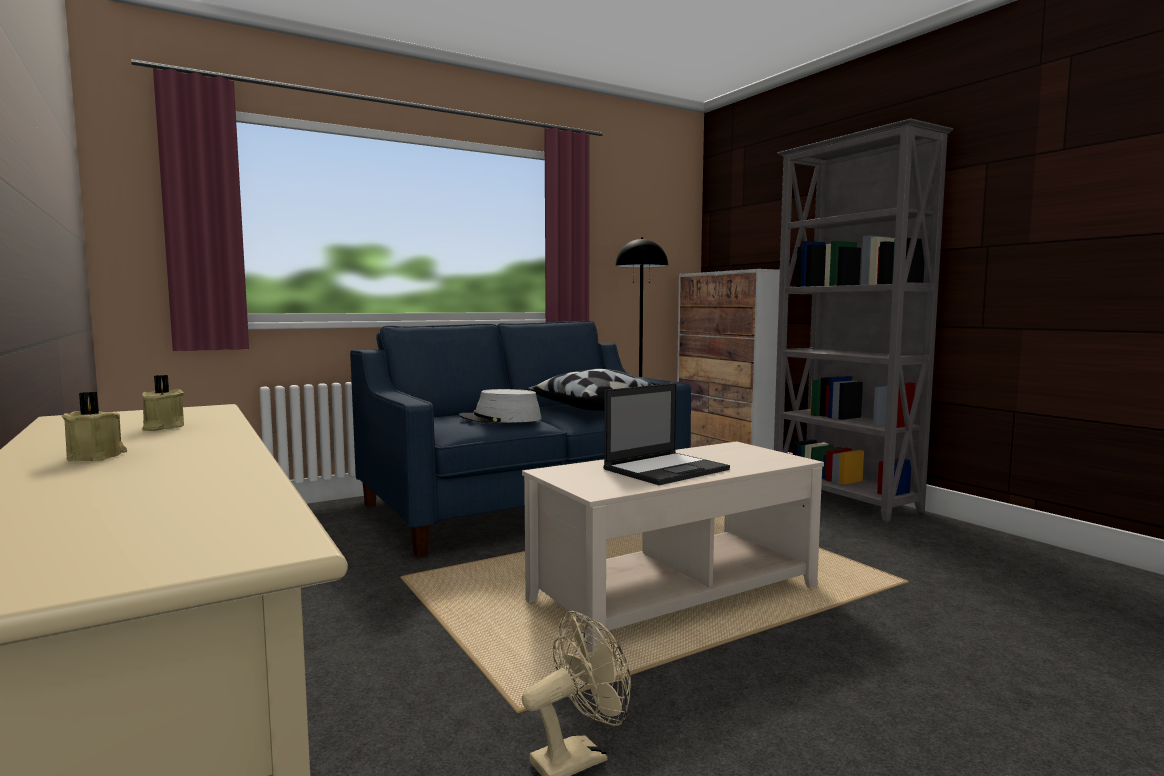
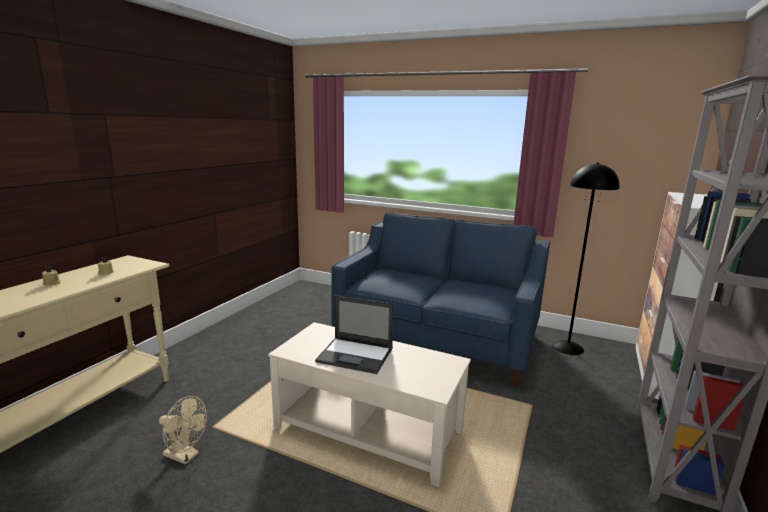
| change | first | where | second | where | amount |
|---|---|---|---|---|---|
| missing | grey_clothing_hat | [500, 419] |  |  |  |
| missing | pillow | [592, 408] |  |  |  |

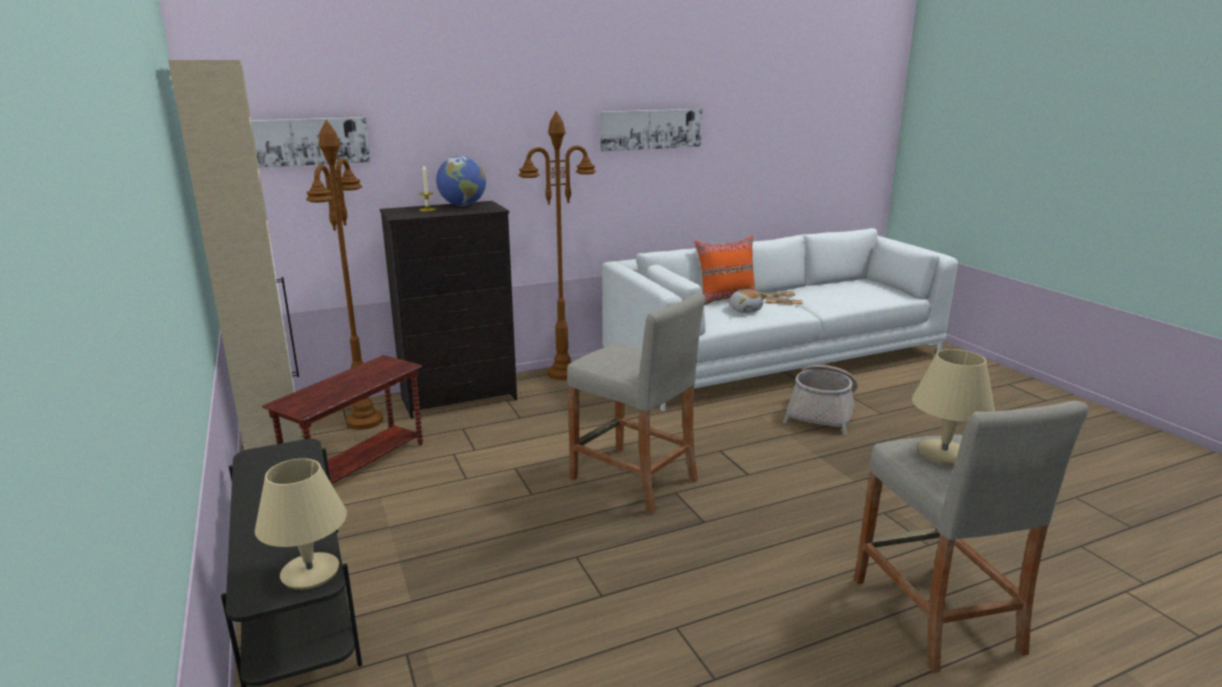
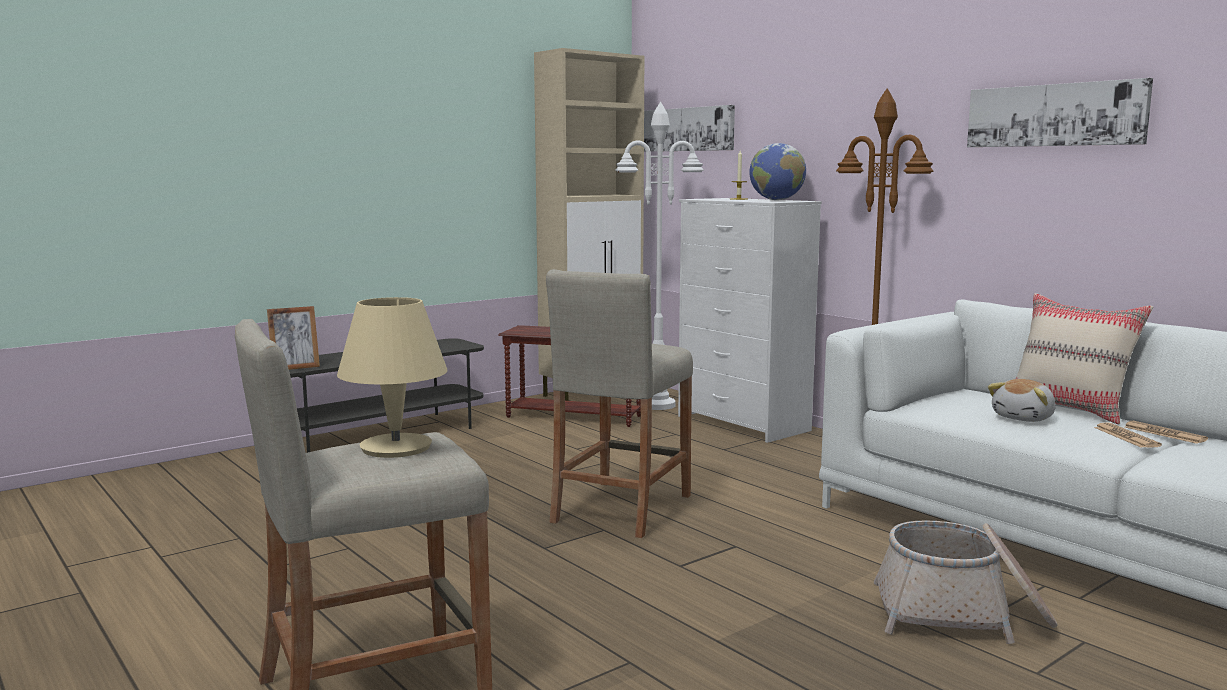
| change | first | where | second | where | amount |
|---|---|---|---|---|---|
| exchanged | beige-coloured_table_lamp | [310, 572] | photo_frame | [295, 368] |  |
| colour | brownish_standard_lamp | [365, 421] | whitish_standard_lamp | [657, 405] |  |
| colour | black-coloured_chest_of_drawers | [460, 398] | whitish_chest_of_drawers | [743, 424] |  |
| colour | orange-coloured_pillow | [726, 299] | beige-coloured_pillow | [1069, 409] |  |

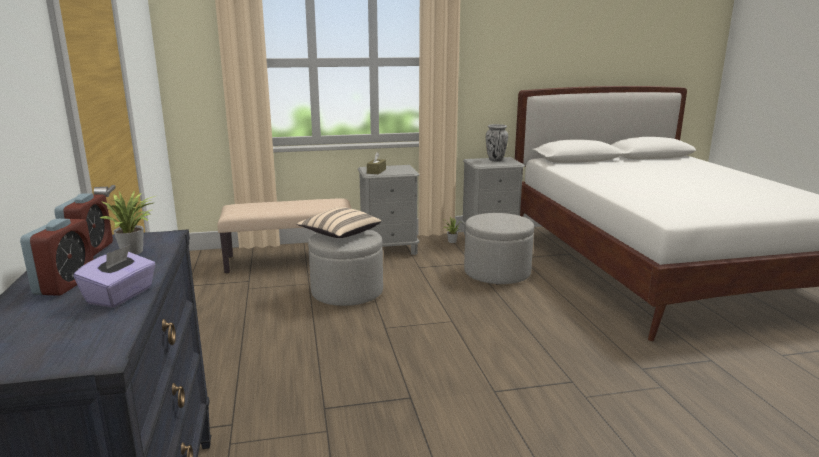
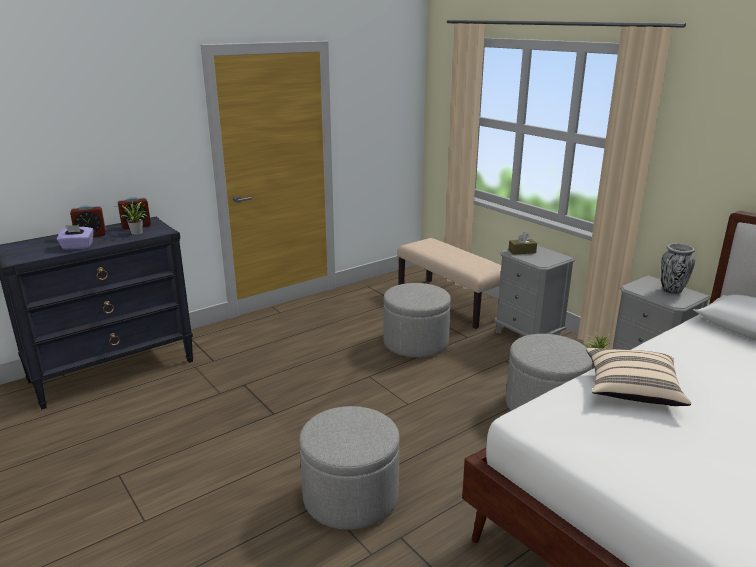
| change | first | where | second | where | amount |
|---|---|---|---|---|---|
| appeared |  |  | grey_ottoman | [350, 496] |  |
| relocated | beige-coloured_pillow | [339, 234] |  | [631, 390] |  |

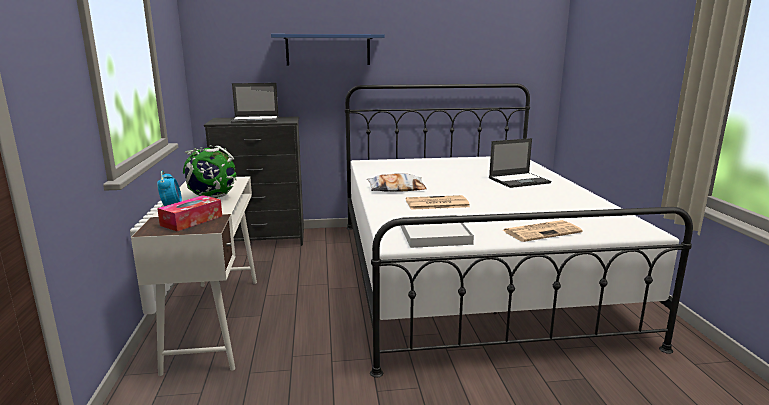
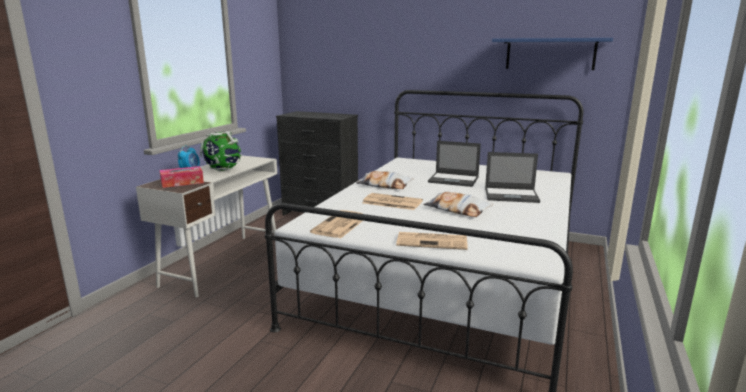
| change | first | where | second | where | amount |
|---|---|---|---|---|---|
| appeared |  |  | pillow | [457, 209] |  |
| relocated | laptop | [256, 120] |  | [454, 180] |  |
| relocated | blue_bracket_shelf | [328, 50] |  | [550, 54] |  |
| exchanged | whitish_carrying_tray | [435, 234] | newspaper | [339, 225] |  |

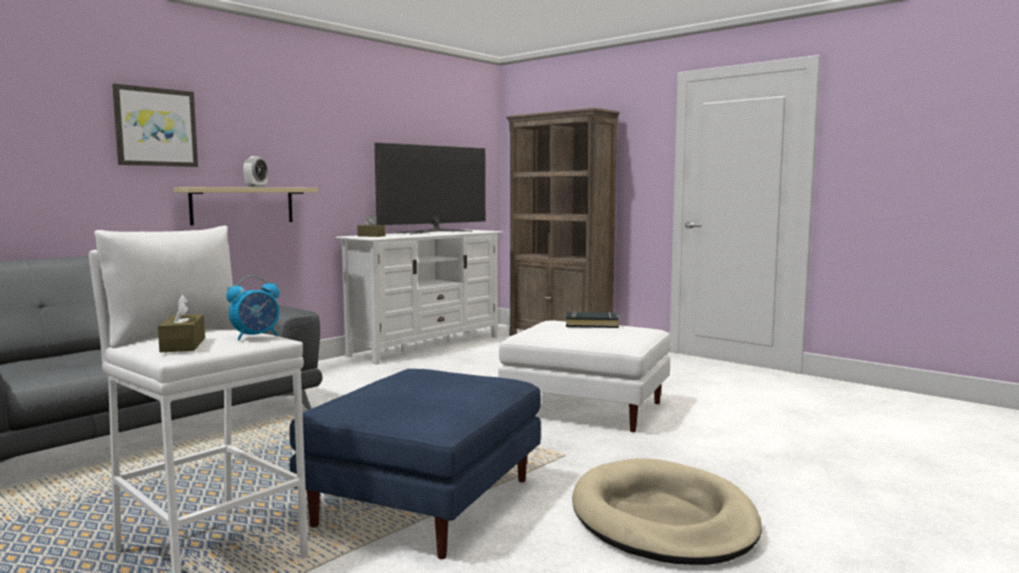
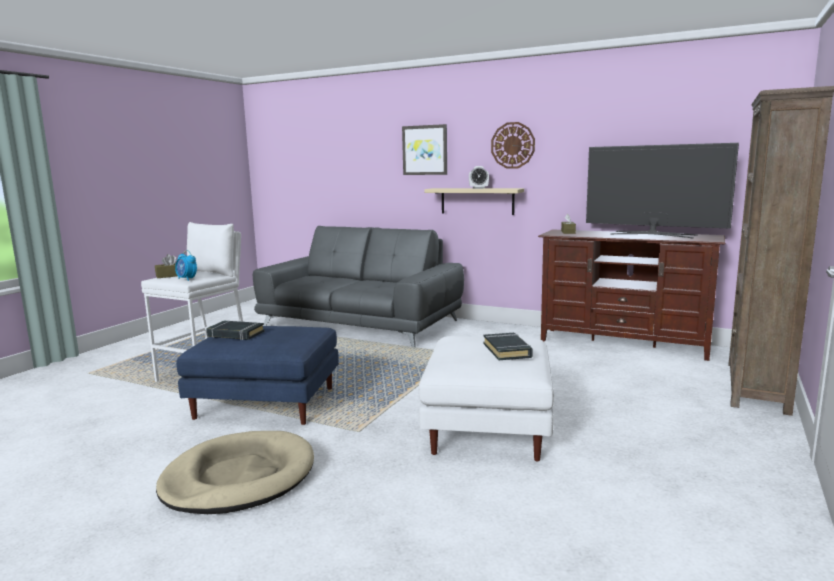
| change | first | where | second | where | amount |
|---|---|---|---|---|---|
| appeared |  |  | black-coloured_book | [235, 334] |  |
| appeared |  |  | wall_clock | [513, 145] |  |
| colour | whitish_media_console | [426, 346] | brownish_media_console | [623, 343] |  |

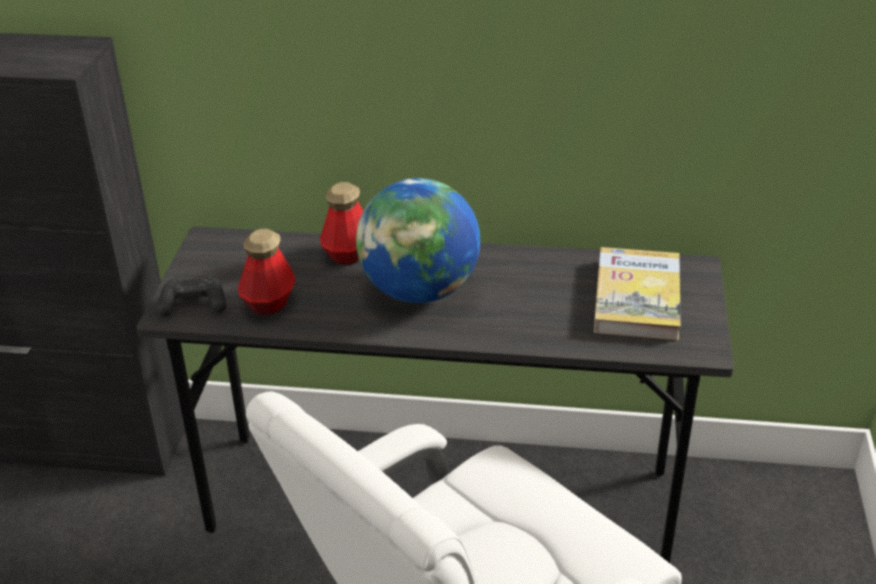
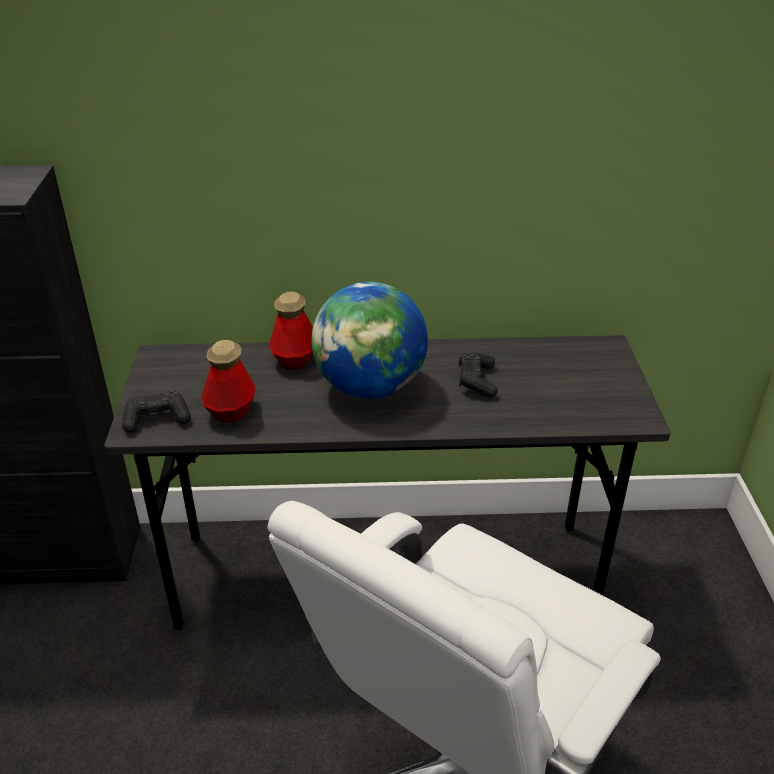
| change | first | where | second | where | amount |
|---|---|---|---|---|---|
| missing | book | [637, 298] |  |  |  |
| appeared |  |  | black-coloured_game_controller | [477, 381] |  |

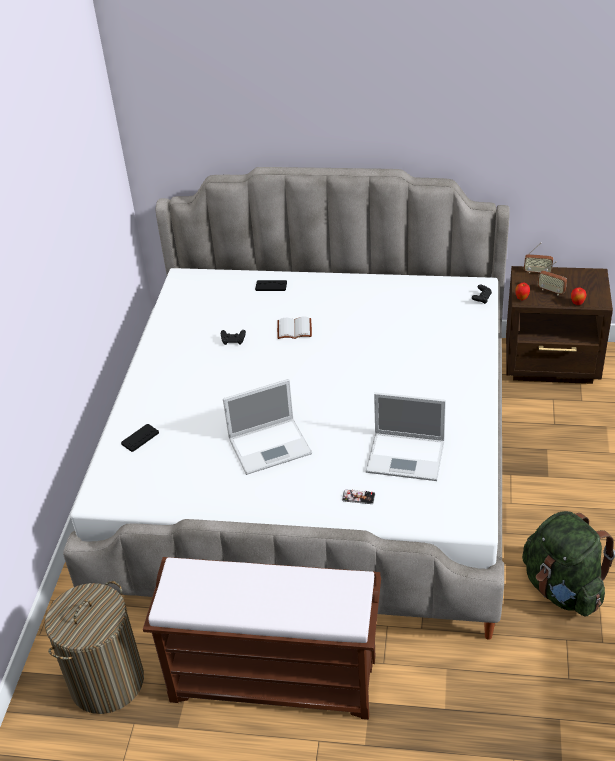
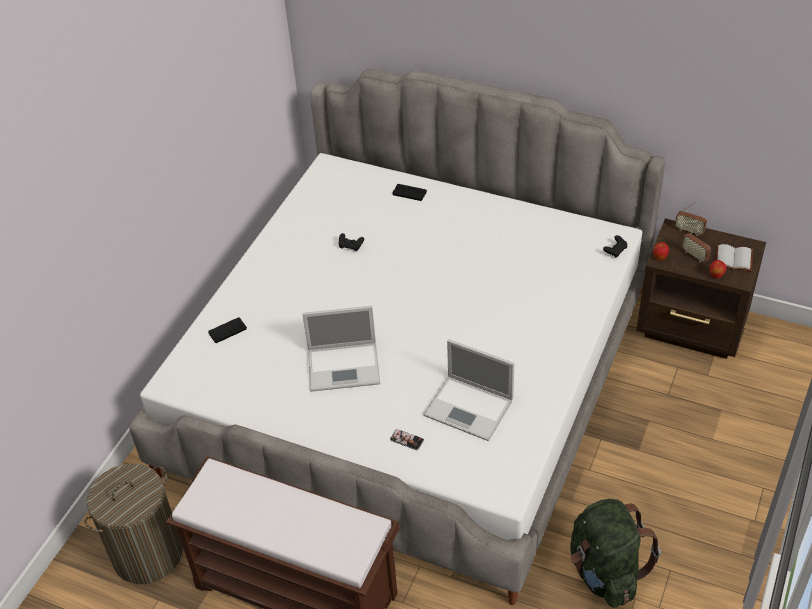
| change | first | where | second | where | amount |
|---|---|---|---|---|---|
| relocated | whitish_book | [293, 330] |  | [732, 260] |  |

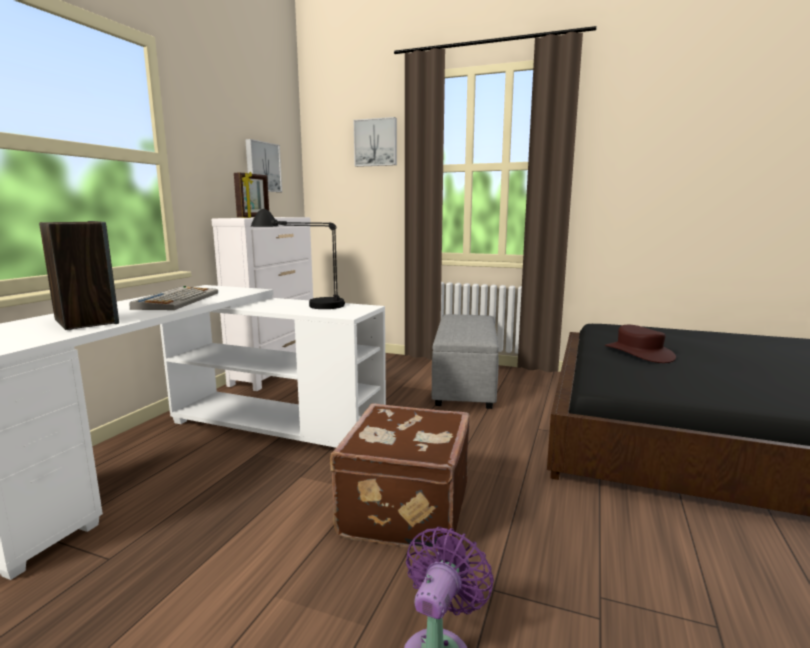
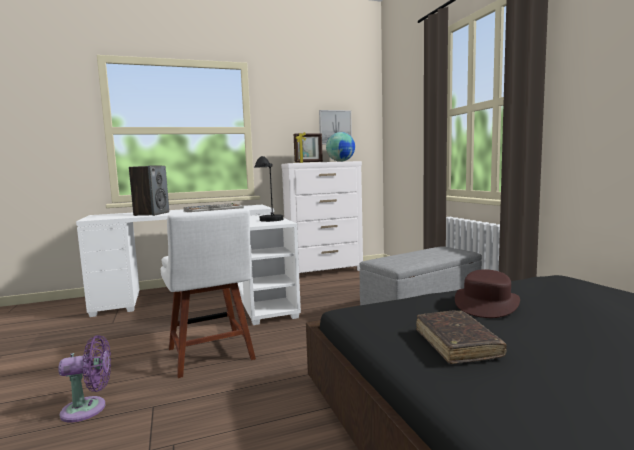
| change | first | where | second | where | amount |
|---|---|---|---|---|---|
| missing | wall_picture | [376, 142] |  |  |  |
| appeared |  |  | desk_globe | [341, 161] |  |
| appeared |  |  | brownish_book | [457, 344] |  |
| exchanged | brownish_suitcase | [402, 509] | whitish_upright_chair | [211, 356] |  |

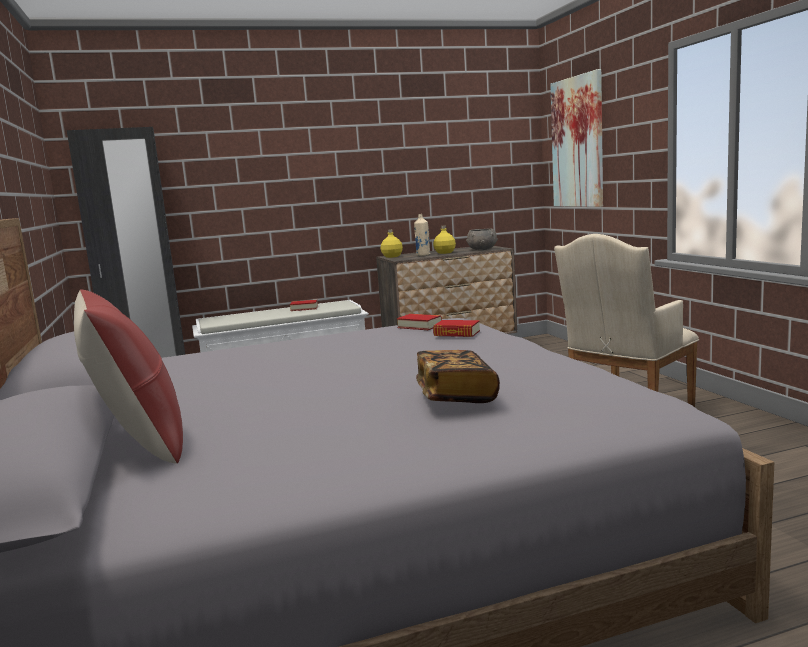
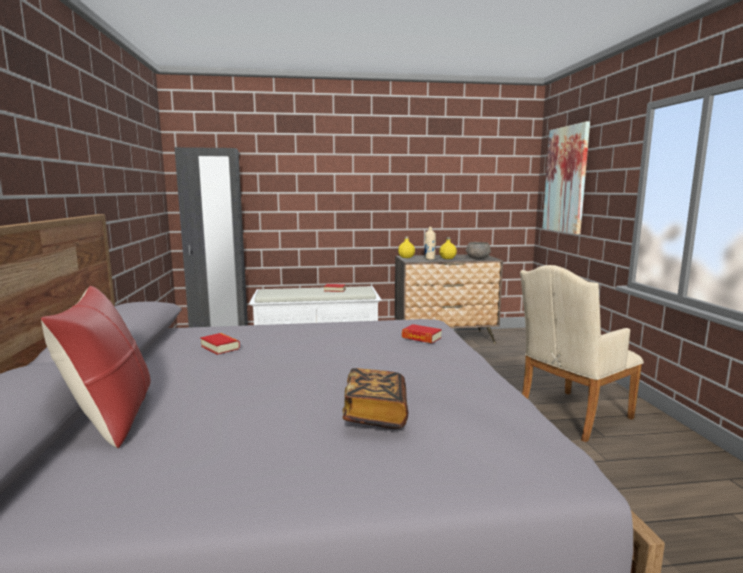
| change | first | where | second | where | amount |
|---|---|---|---|---|---|
| relocated | book | [419, 326] |  | [220, 347] |  |

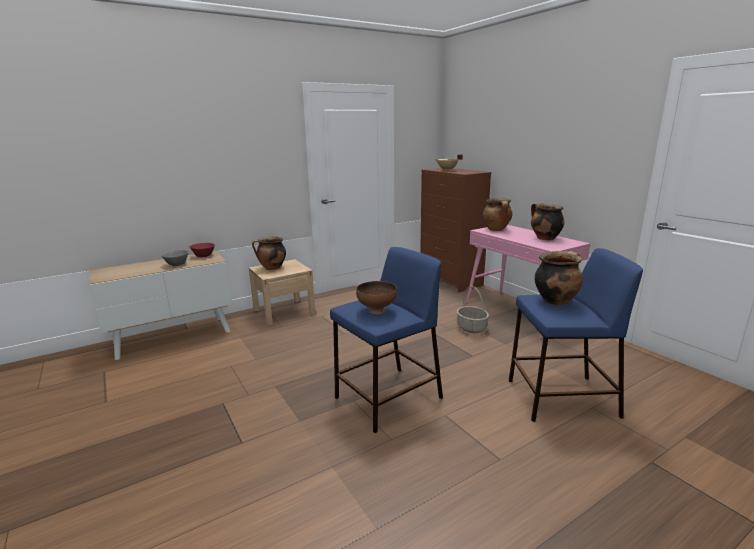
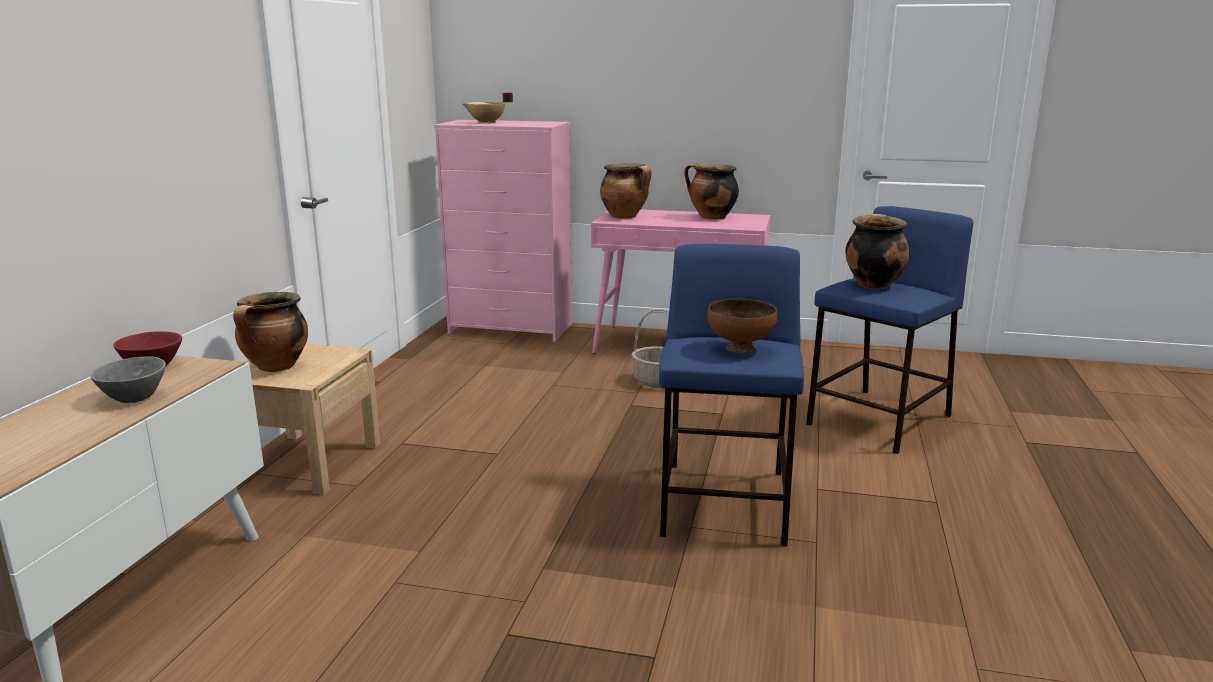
| change | first | where | second | where | amount |
|---|---|---|---|---|---|
| colour | brownish_chest_of_drawers | [451, 280] | pinkish_chest_of_drawers | [512, 328] |  |

